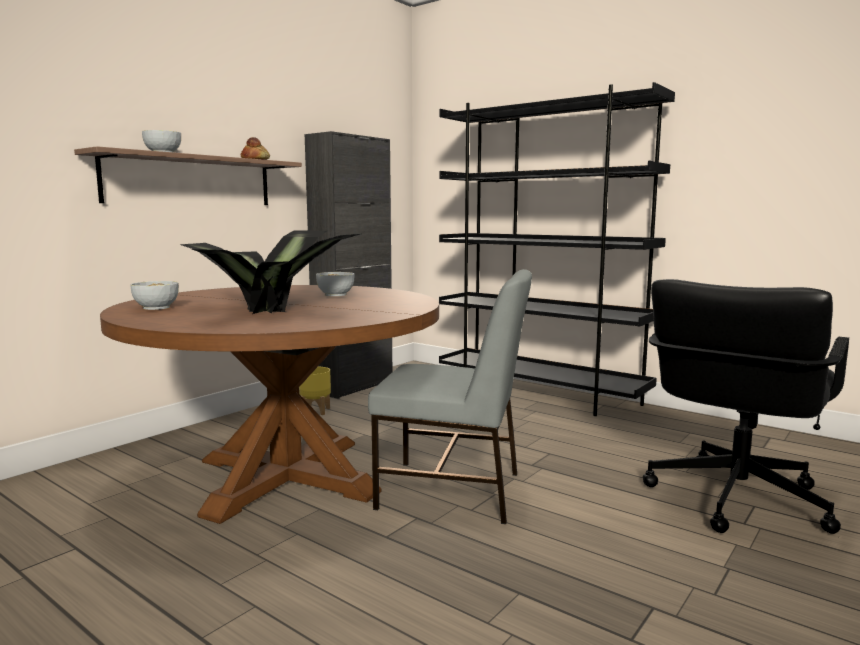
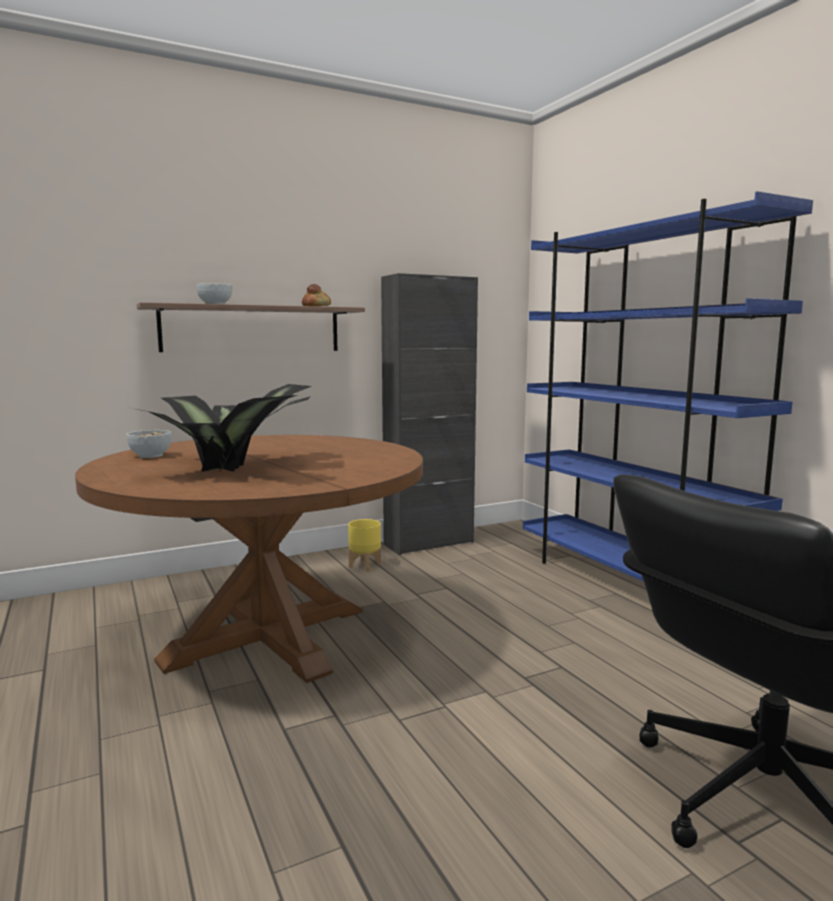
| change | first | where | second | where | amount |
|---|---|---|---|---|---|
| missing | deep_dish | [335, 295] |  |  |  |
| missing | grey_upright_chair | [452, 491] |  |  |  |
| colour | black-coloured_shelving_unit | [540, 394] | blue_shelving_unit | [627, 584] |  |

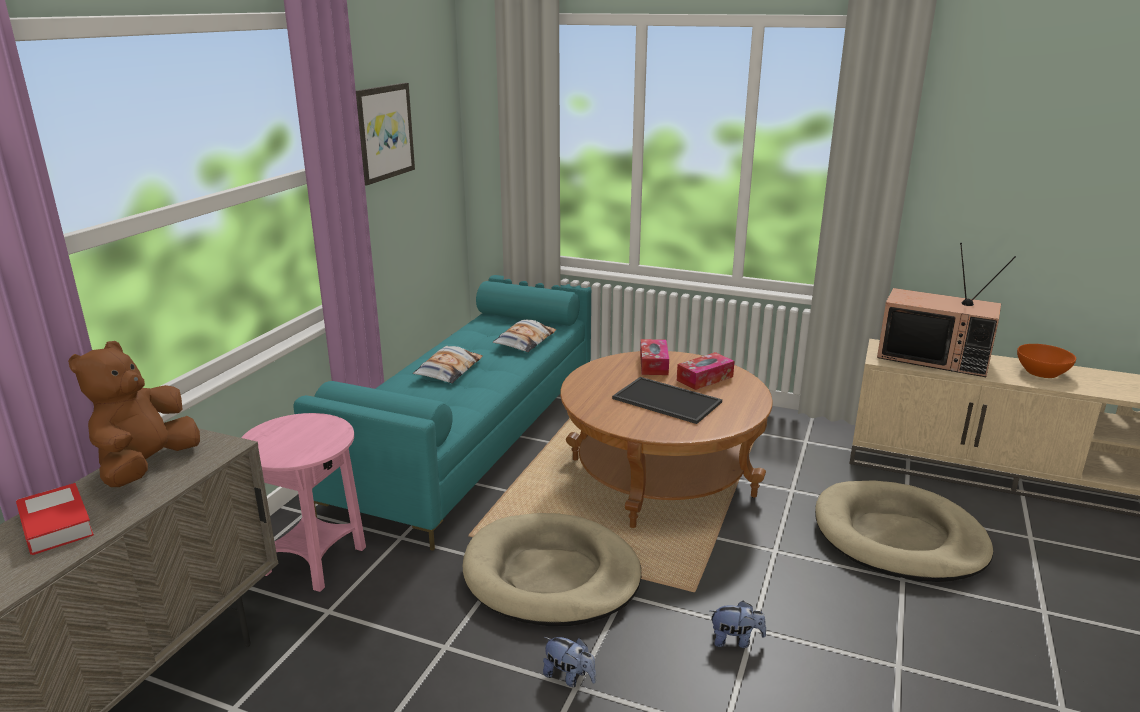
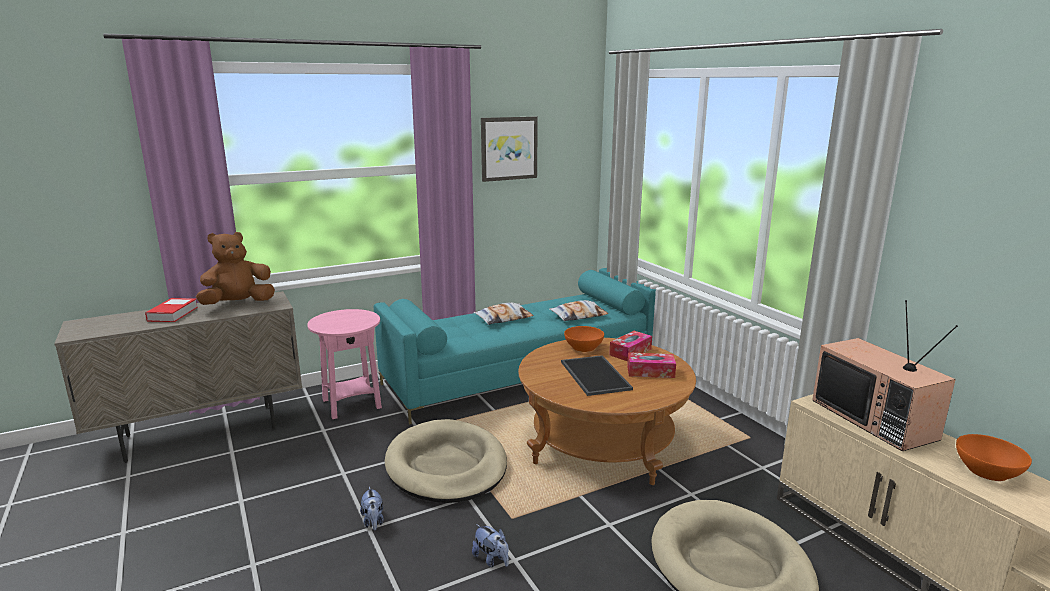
| change | first | where | second | where | amount |
|---|---|---|---|---|---|
| appeared |  |  | orange-coloured_deep_dish | [583, 347] |  |

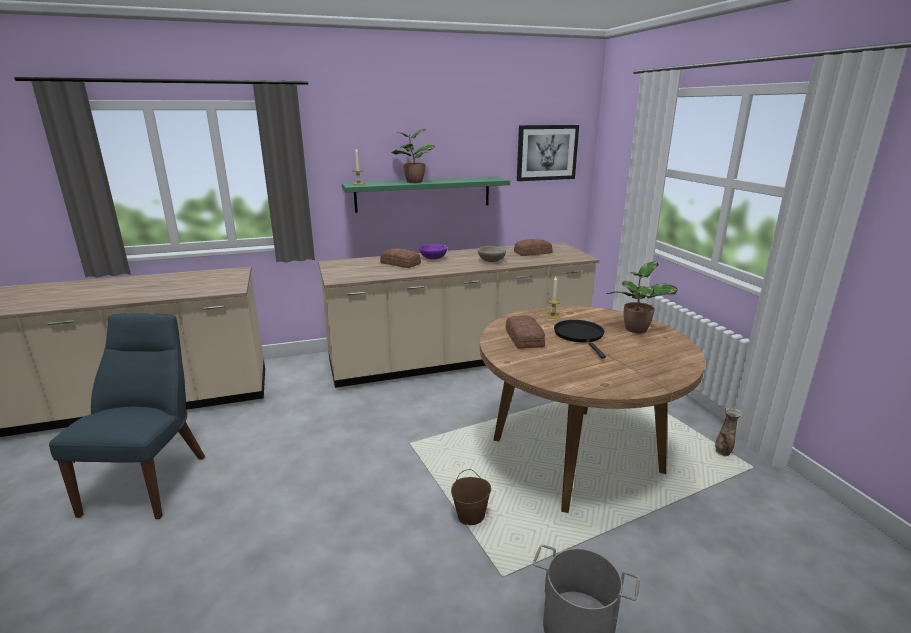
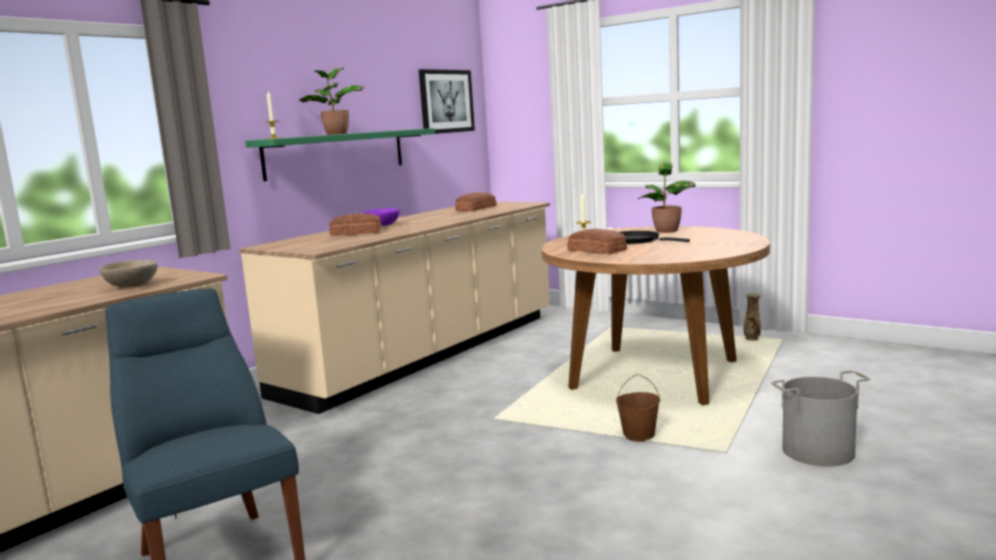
| change | first | where | second | where | amount |
|---|---|---|---|---|---|
| relocated | beige-coloured_deep_dish | [491, 261] |  | [131, 286] |  |

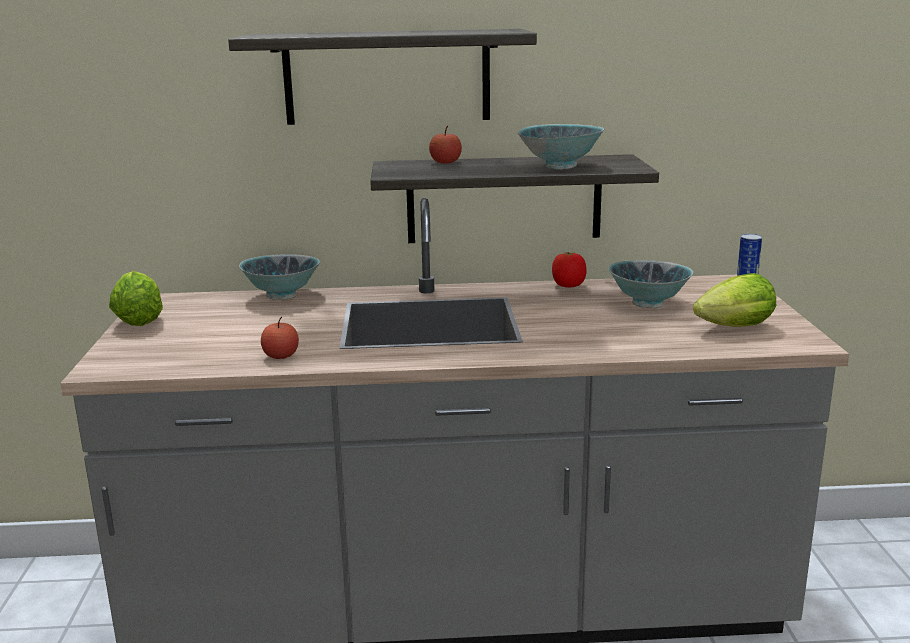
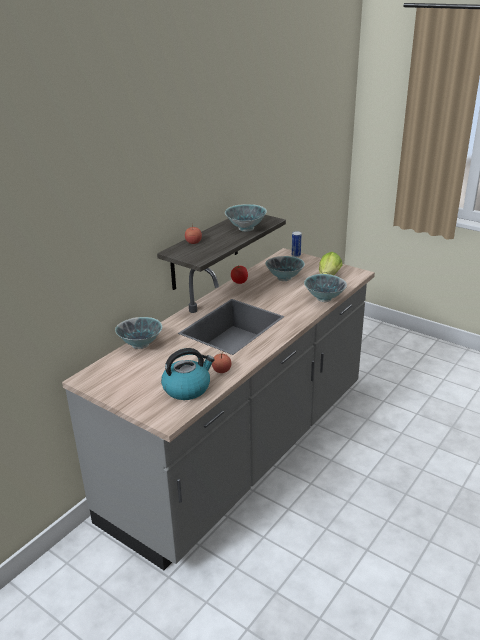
| change | first | where | second | where | amount |
|---|---|---|---|---|---|
| missing | head_of_lettuce | [139, 319] |  |  |  |
| missing | bracket_shelf | [387, 77] |  |  |  |
| appeared |  |  | water_kettle | [187, 388] |  |
| appeared |  |  | deep_dish | [324, 299] |  |

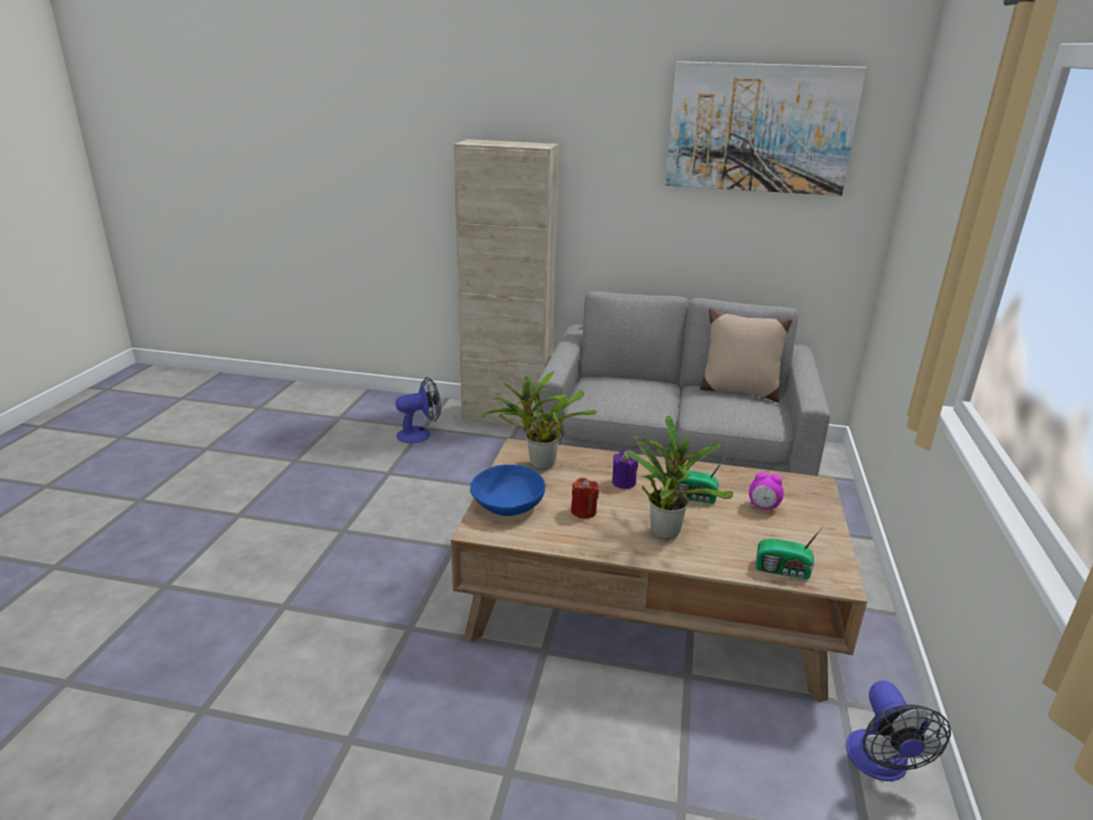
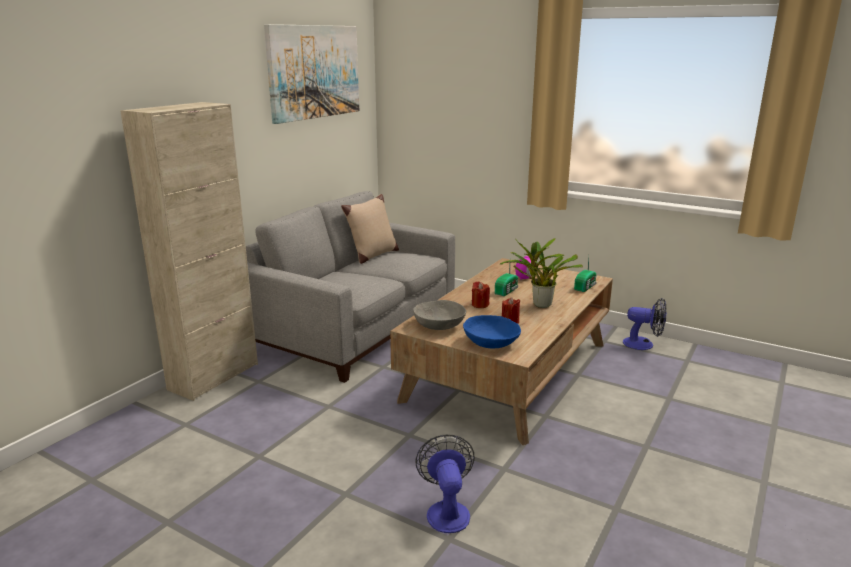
| change | first | where | second | where | amount |
|---|---|---|---|---|---|
| relocated | cooling_fan | [420, 434] |  | [446, 510] |  |
| exchanged | plant_in_a_pot | [538, 464] | grey_deep_dish | [439, 325] |  |
| colour | purple_candle | [624, 482] | red-coloured_candle | [480, 305] |  |

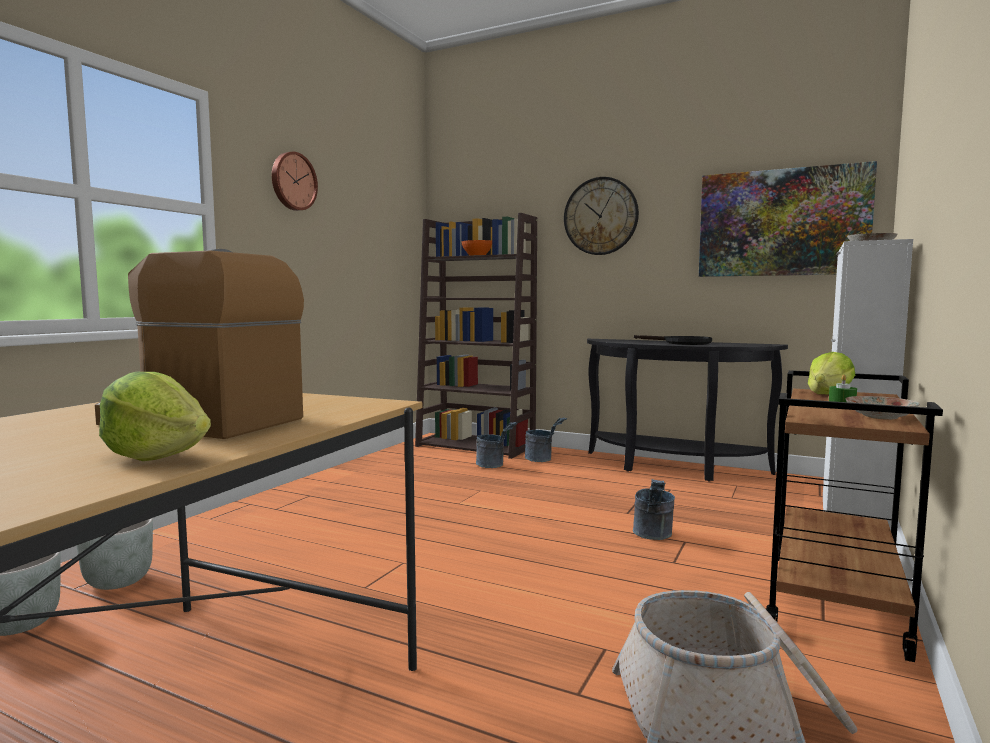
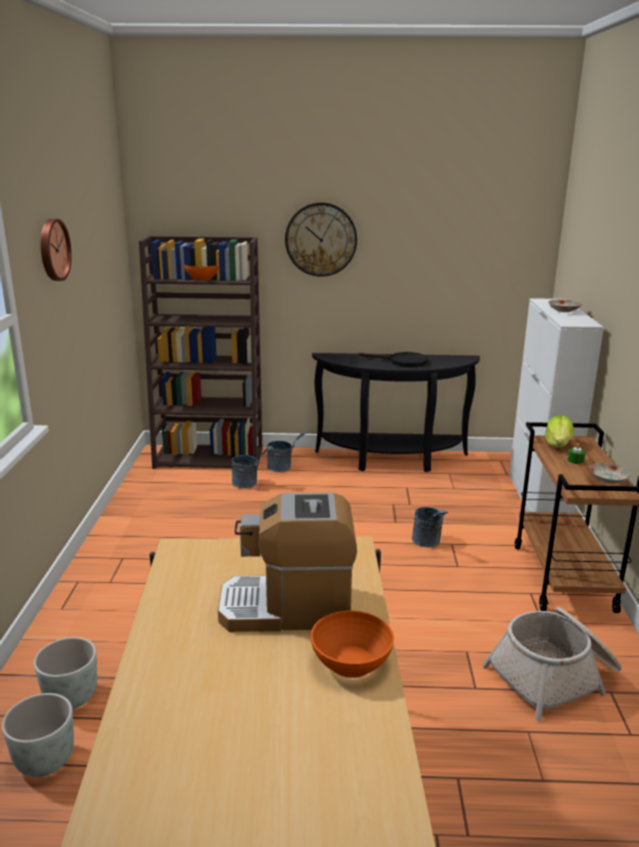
| change | first | where | second | where | amount |
|---|---|---|---|---|---|
| missing | wall_picture | [782, 223] |  |  |  |
| exchanged | head_of_lettuce | [157, 456] | orange-coloured_deep_dish | [350, 661] |  |

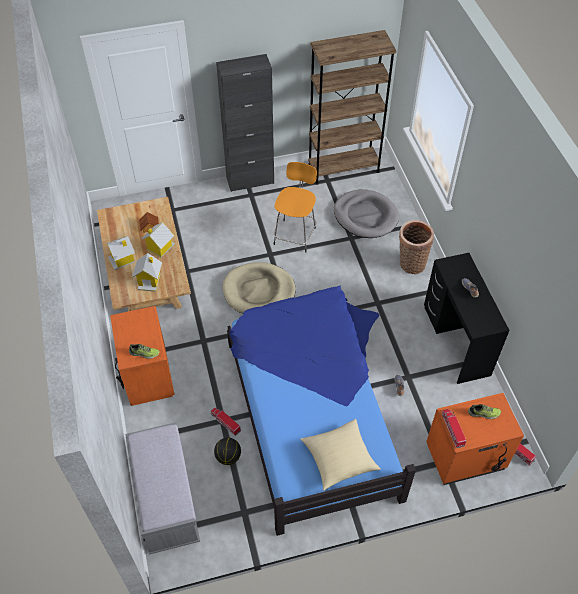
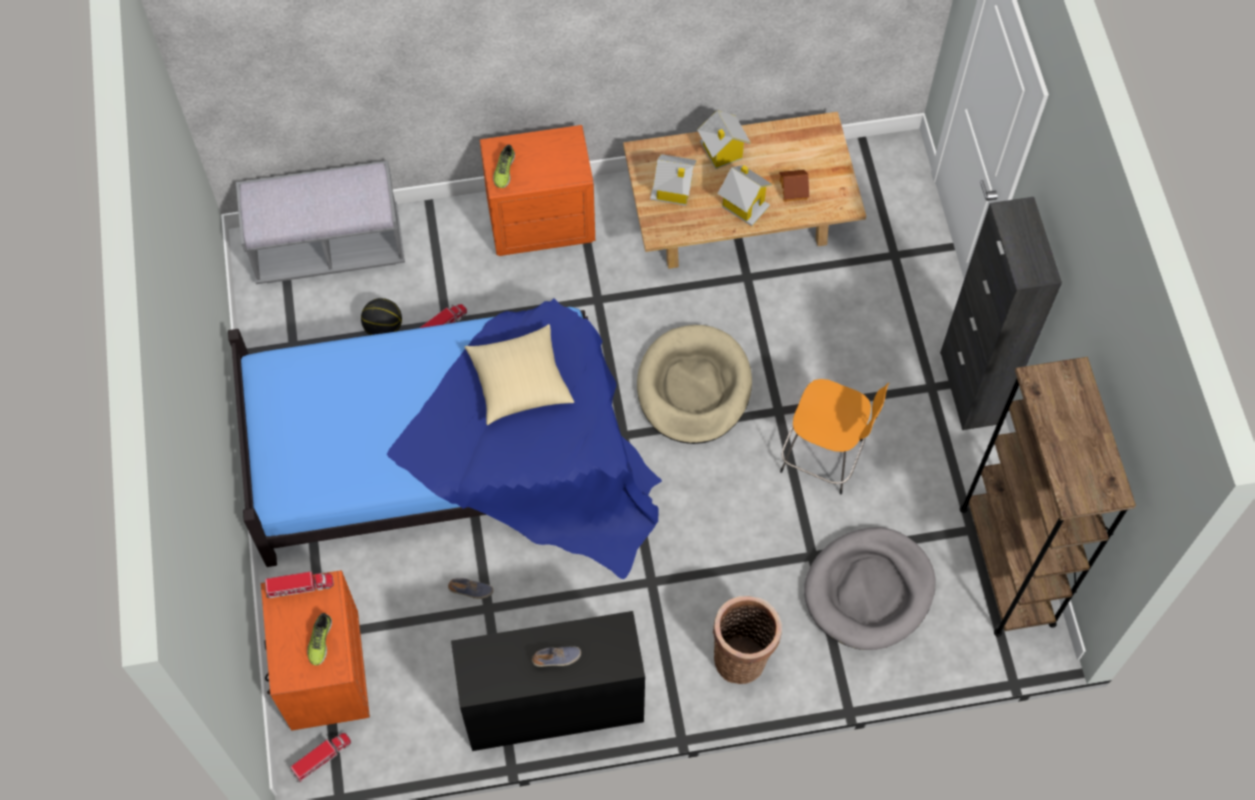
| change | first | where | second | where | amount |
|---|---|---|---|---|---|
| relocated | beige-coloured_pillow | [339, 458] |  | [519, 382] |  |

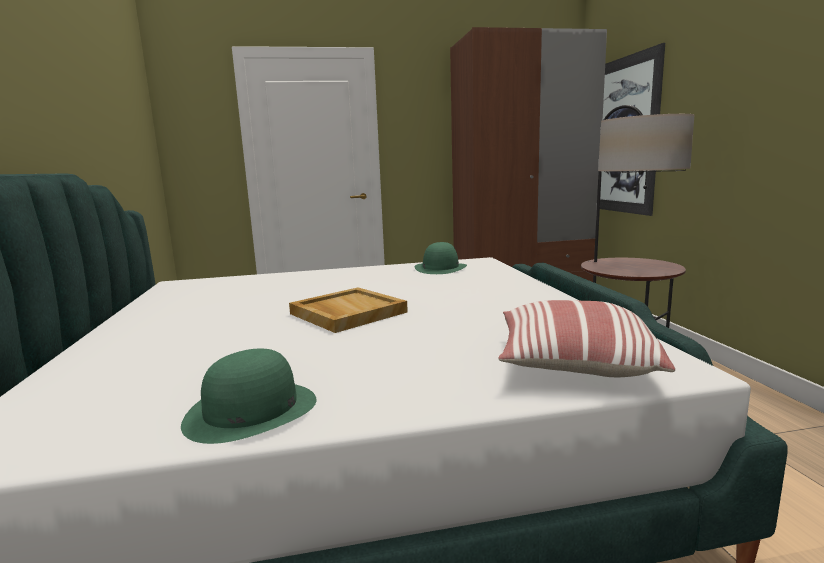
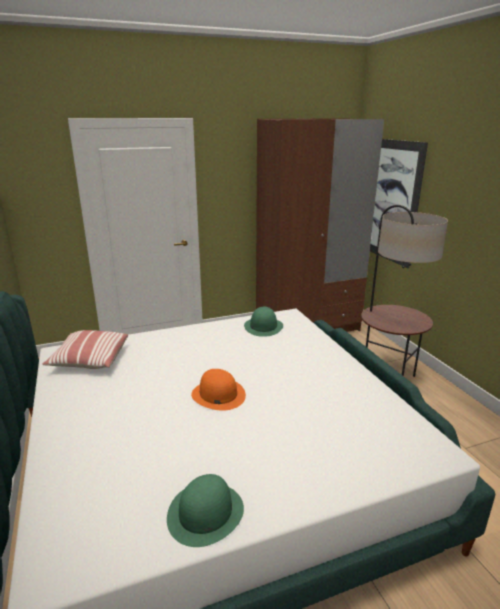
| change | first | where | second | where | amount |
|---|---|---|---|---|---|
| relocated | pillow | [572, 363] |  | [89, 360] |  |
| exchanged | beige-coloured_carrying_tray | [347, 313] | orange-coloured_clothing_hat | [218, 395] |  |

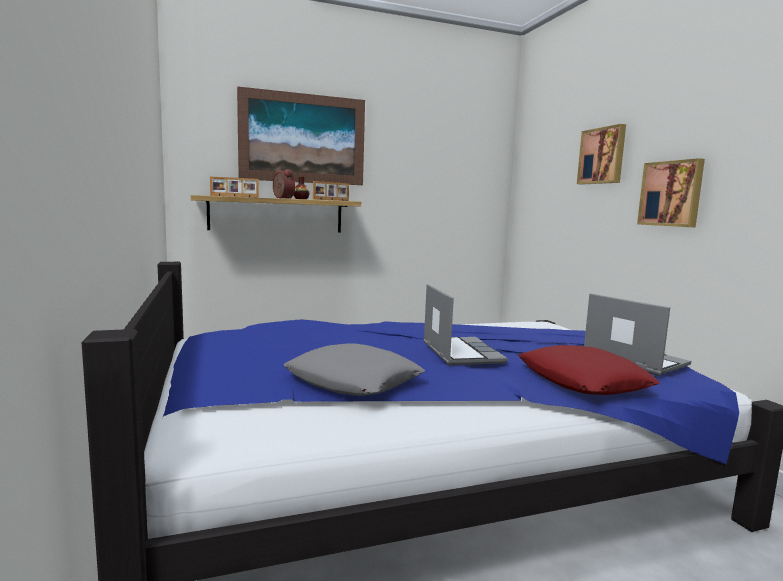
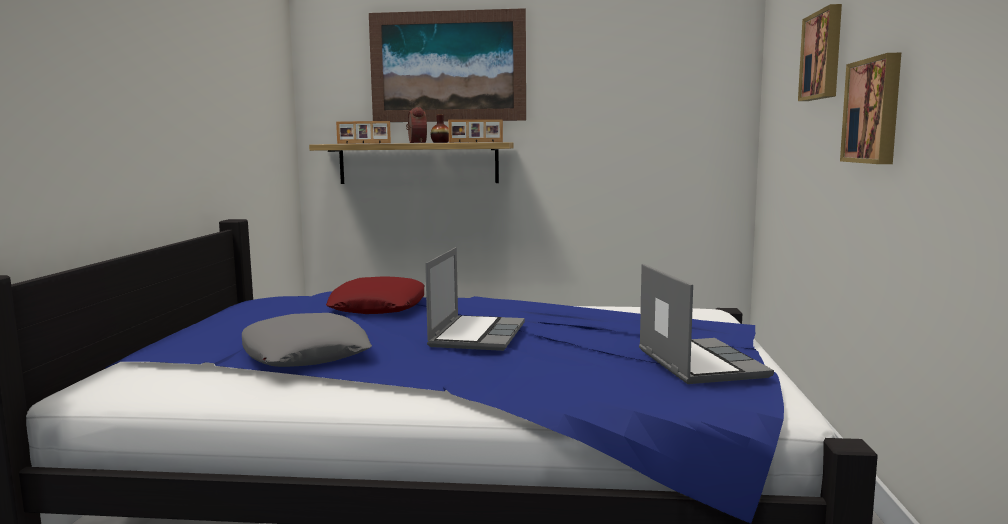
| change | first | where | second | where | amount |
|---|---|---|---|---|---|
| relocated | red-coloured_pillow | [582, 381] |  | [378, 306] |  |

